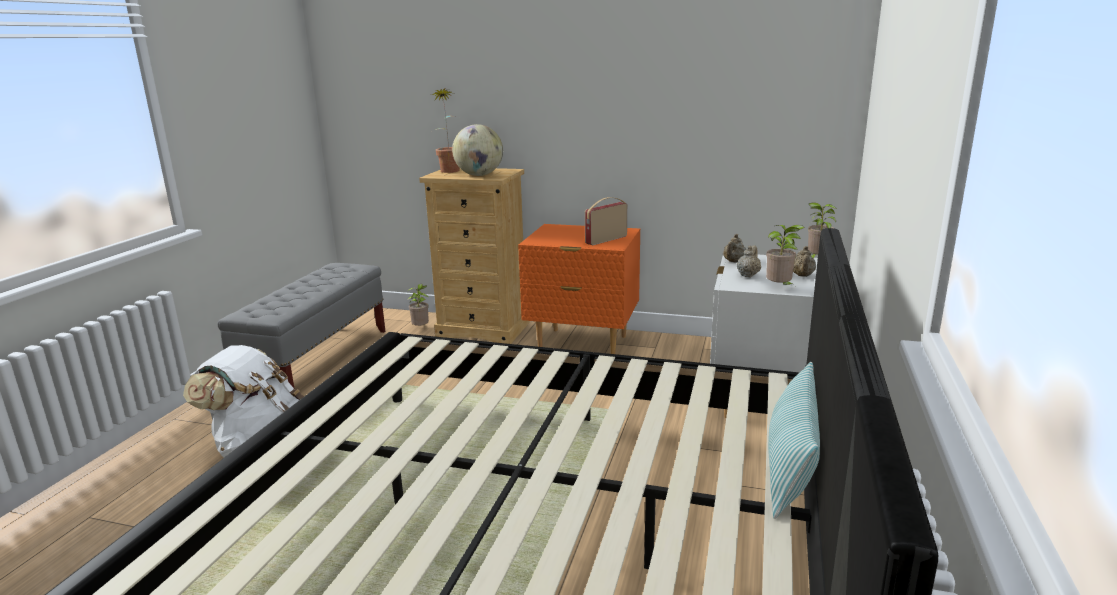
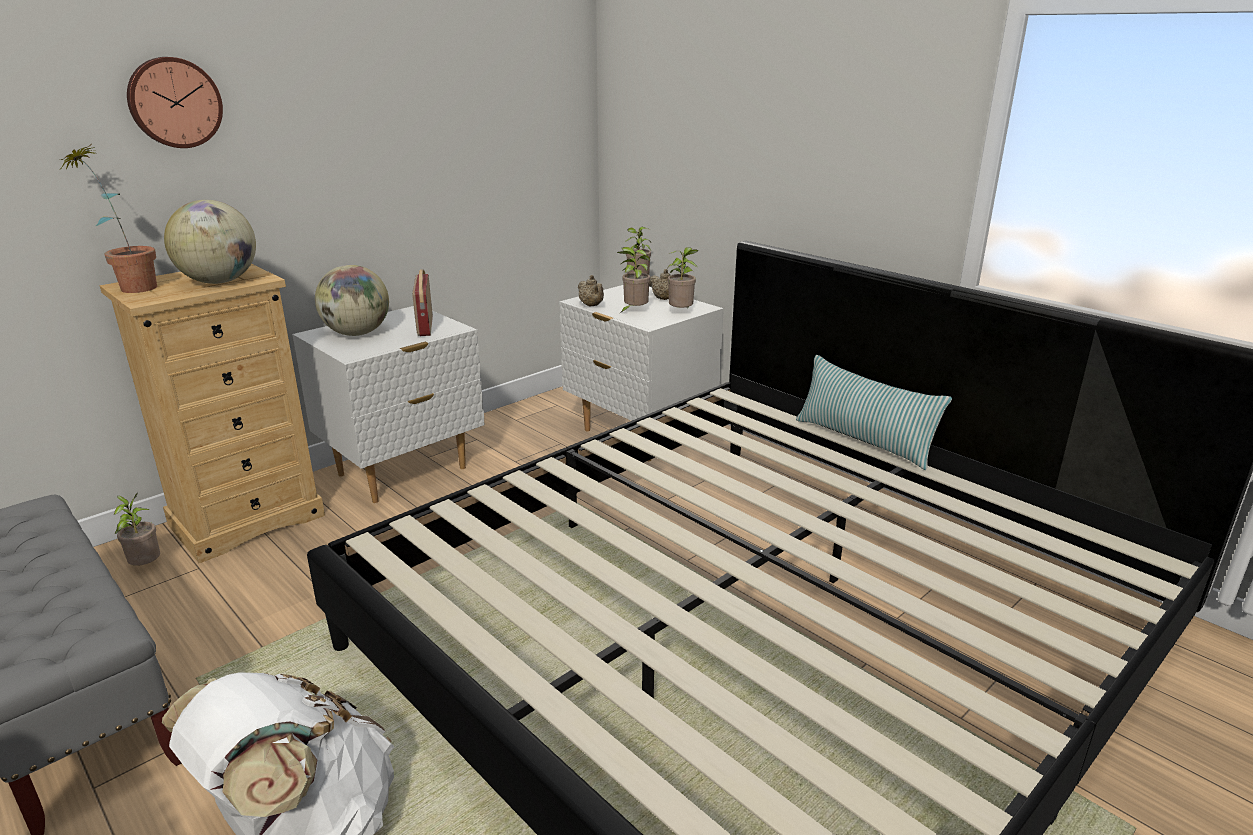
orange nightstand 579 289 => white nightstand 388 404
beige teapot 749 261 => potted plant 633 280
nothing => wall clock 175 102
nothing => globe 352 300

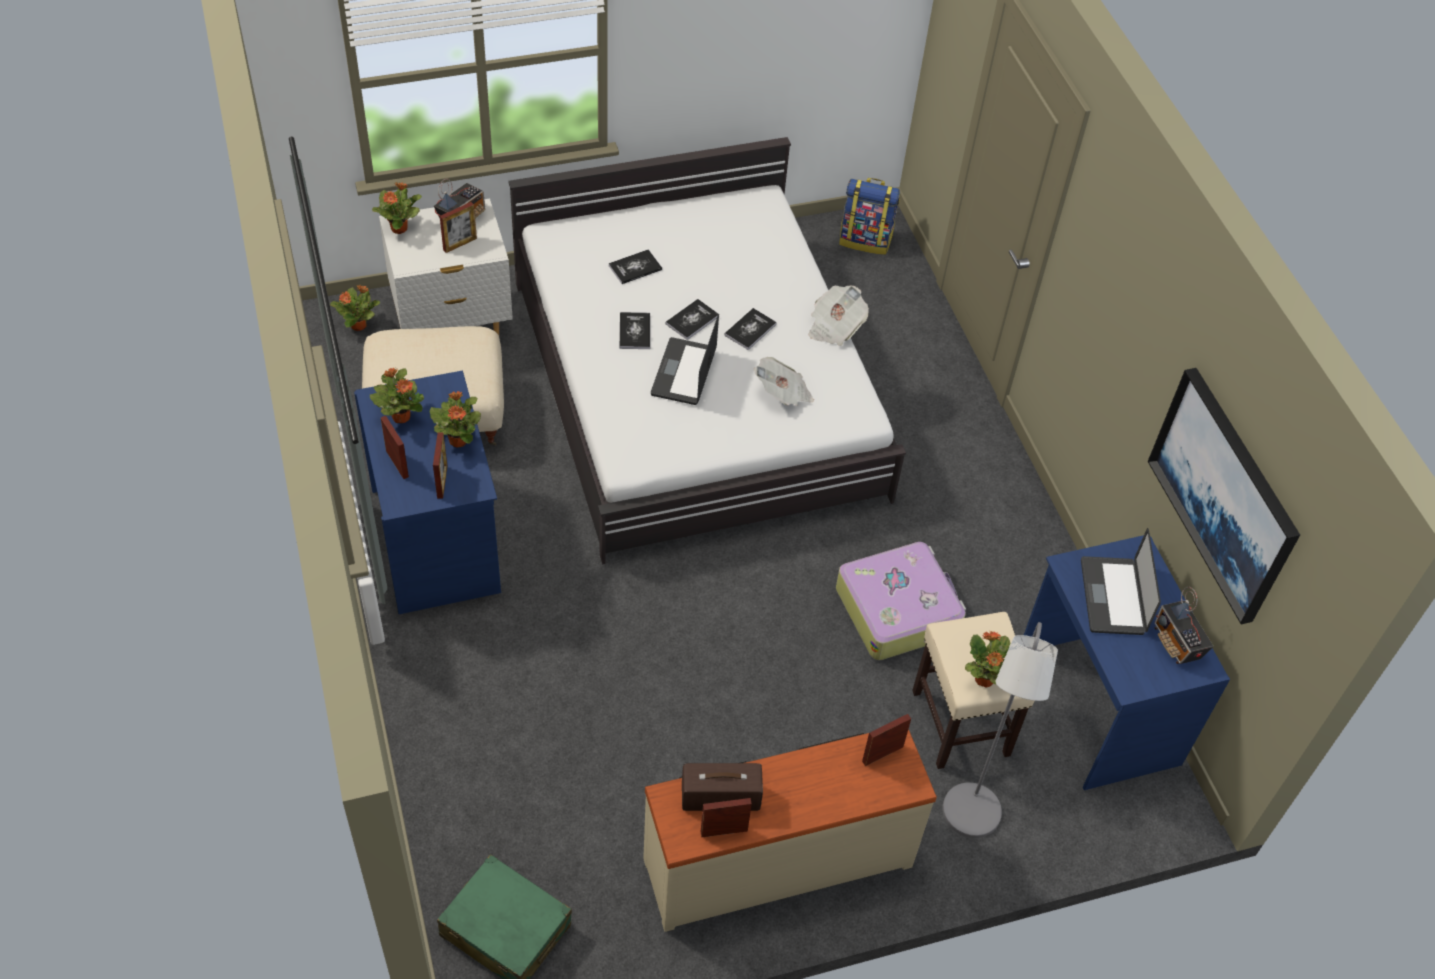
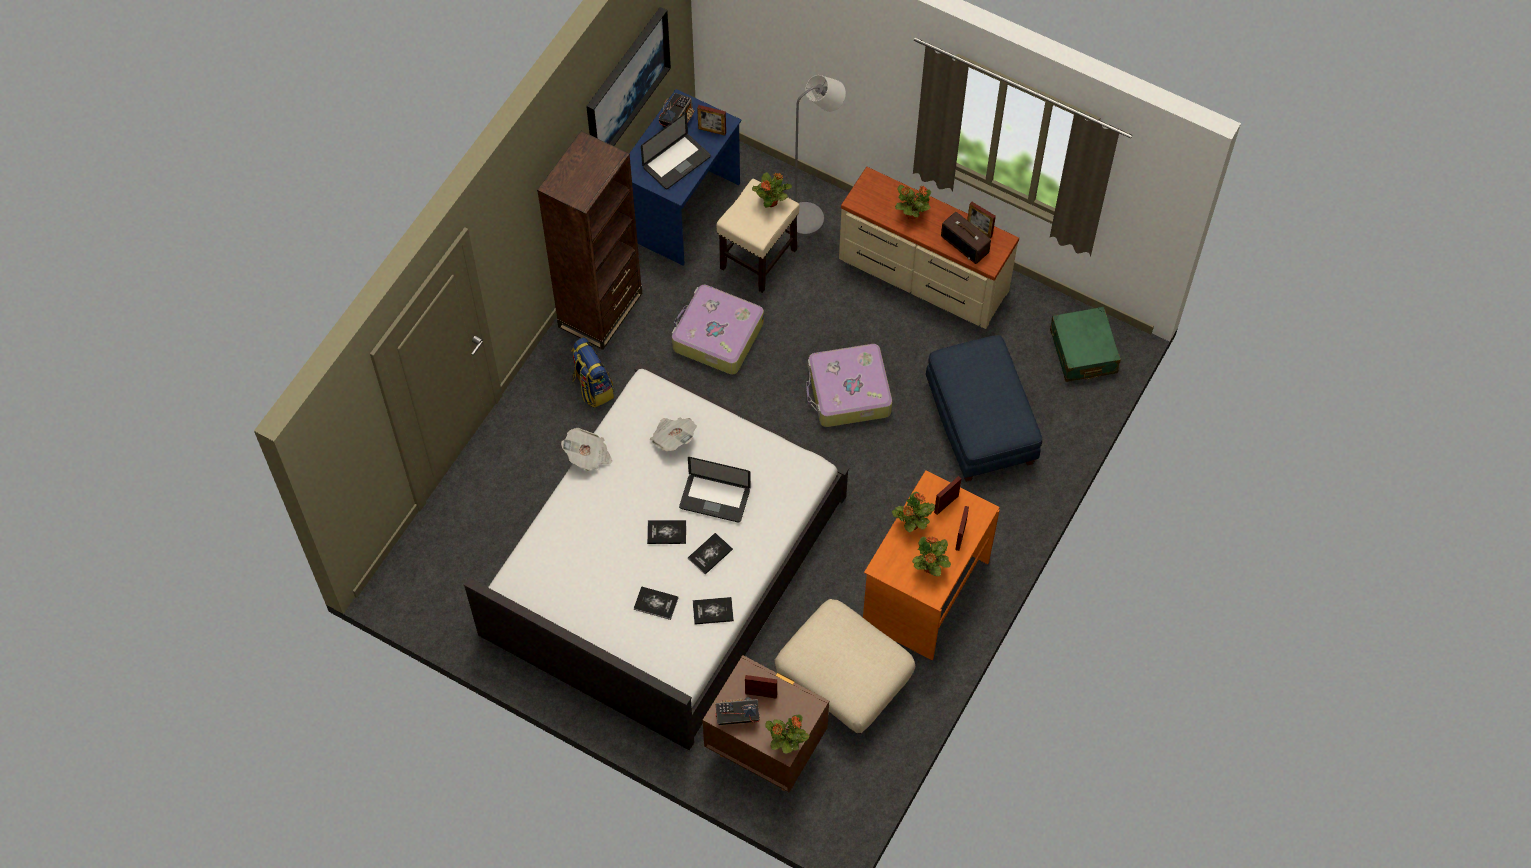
potted plant 355 307 => potted plant 913 202, shifted
blue desk 427 492 => orange desk 931 565
white nightstand 446 267 => brown nightstand 766 723
laptop 685 360 => laptop 715 490, 45 degrees clockwise
book 750 329 => book 713 611, shifted
backpack 869 216 => backpack 592 373, shifted
picture frame 886 740 => picture frame 711 120, shifted
nothing => brown bookcase 589 240
nothing => suitcase 849 385
nothing => blue ottoman 984 408

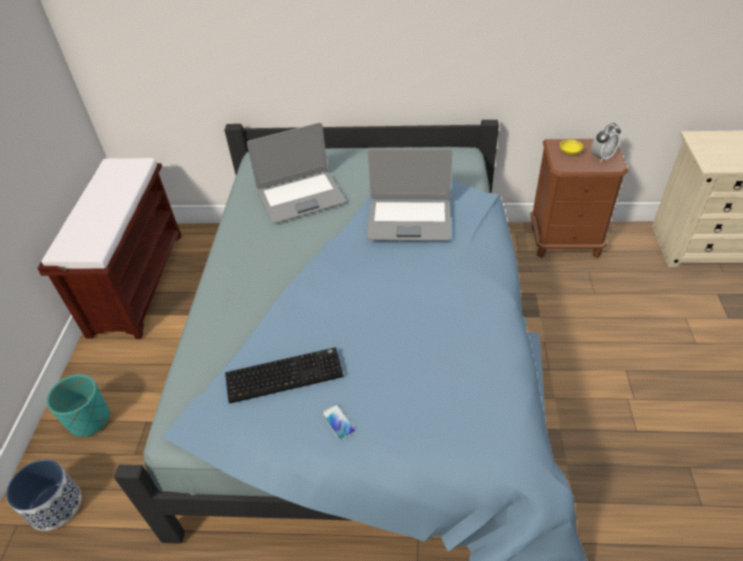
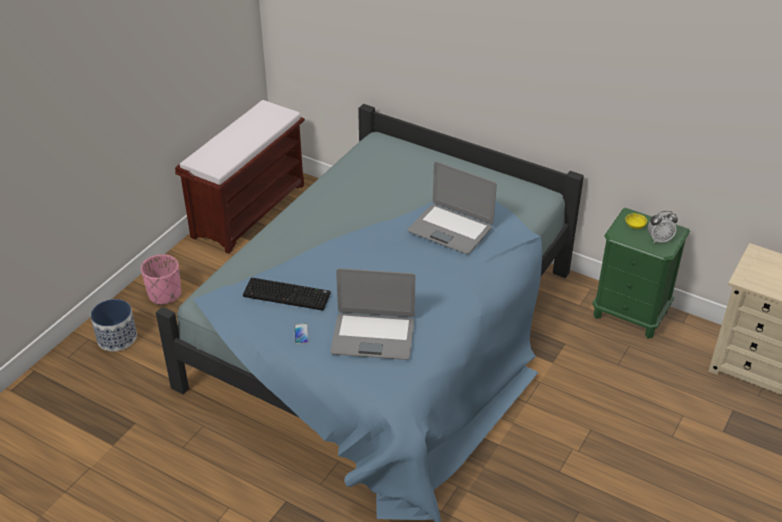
turquoise planter 78 405 => pink planter 161 279
laptop 296 173 => laptop 372 314, shifted
brown nightstand 579 198 => green nightstand 641 273

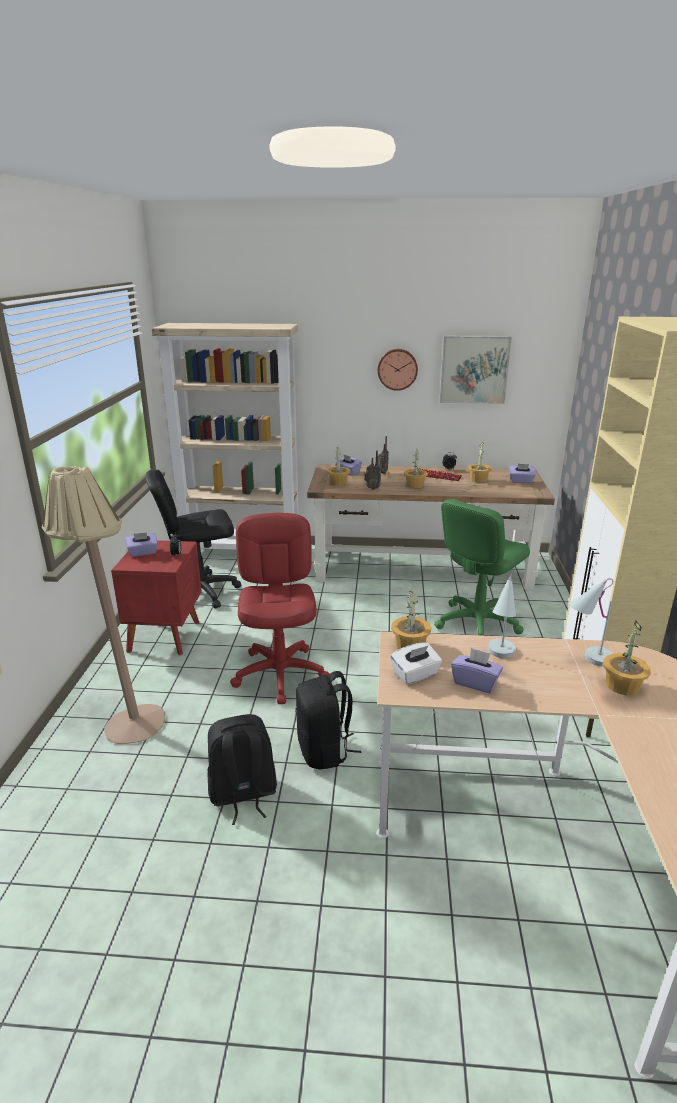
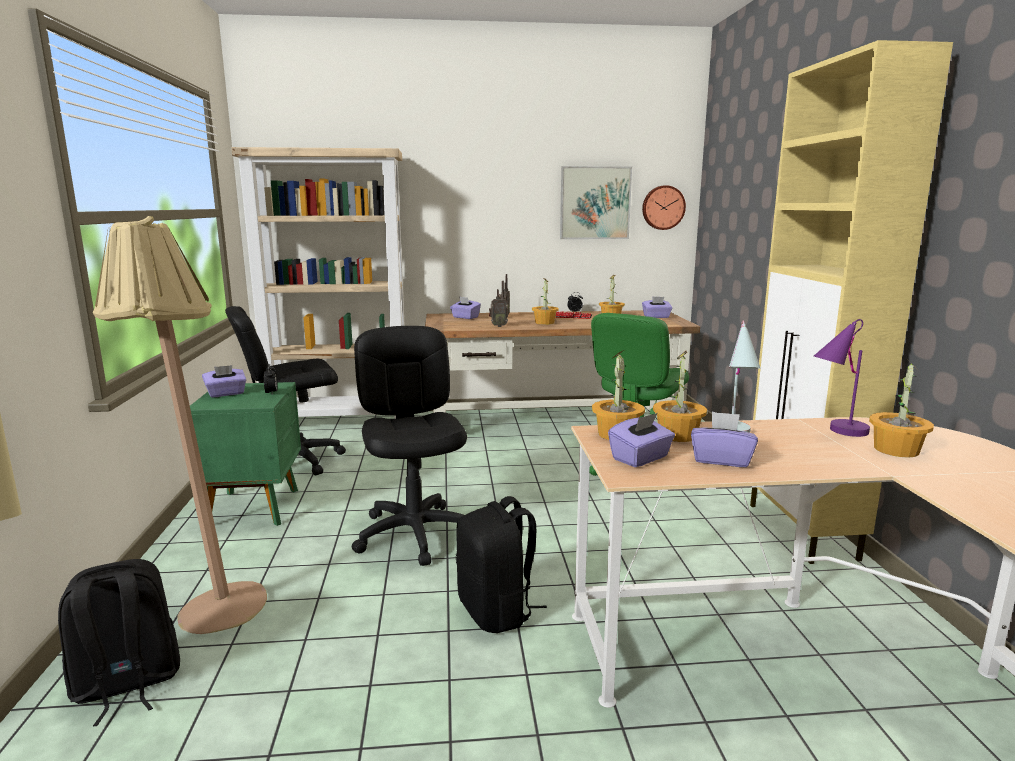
red nightstand 156 597 => green nightstand 245 454
black backpack 242 769 => black backpack 119 642, shifted
red office chair 280 608 => black office chair 409 446
potted plant 338 465 => potted plant 680 396, shifted
wall clock 398 370 => wall clock 664 207, shifted
white tissue box 416 664 => purple tissue box 641 440
white table lamp 591 622 => purple table lamp 842 378

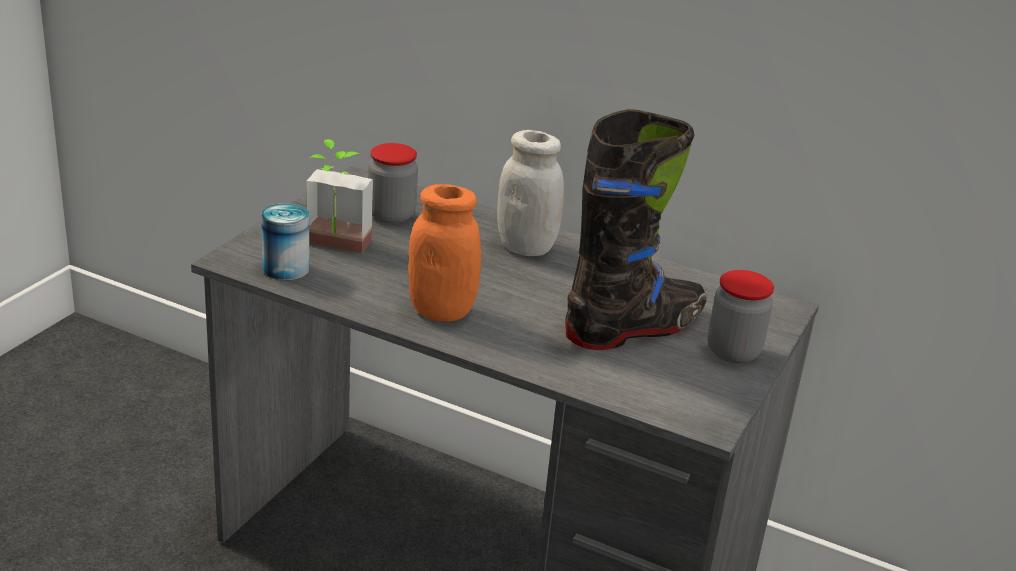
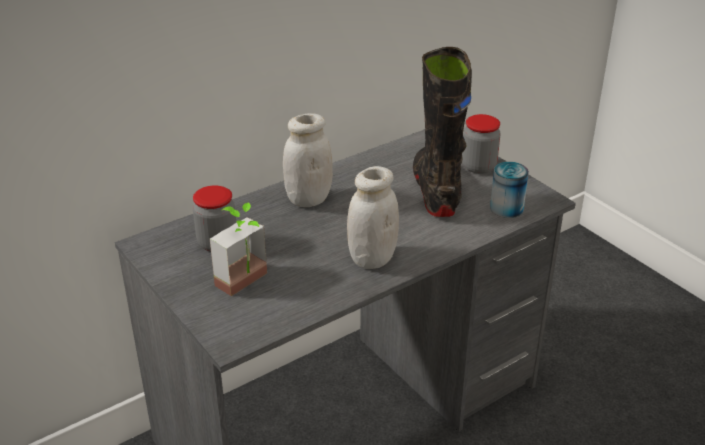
can 285 242 => can 509 190, shifted
orange jar 444 253 => white jar 373 217

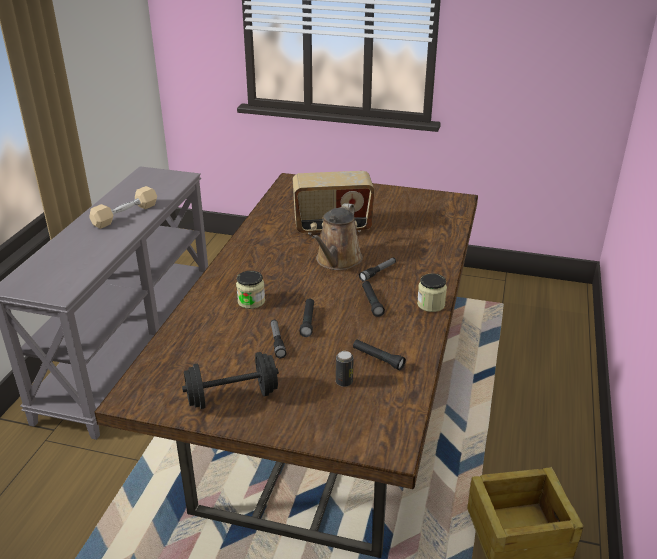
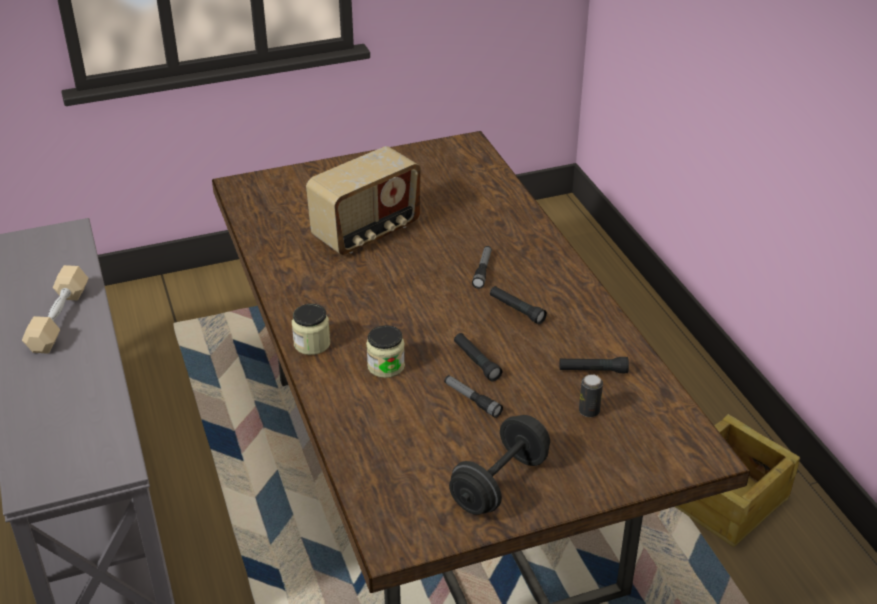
brown watering can 337 236 => nothing
jar 432 293 => jar 311 329, shifted

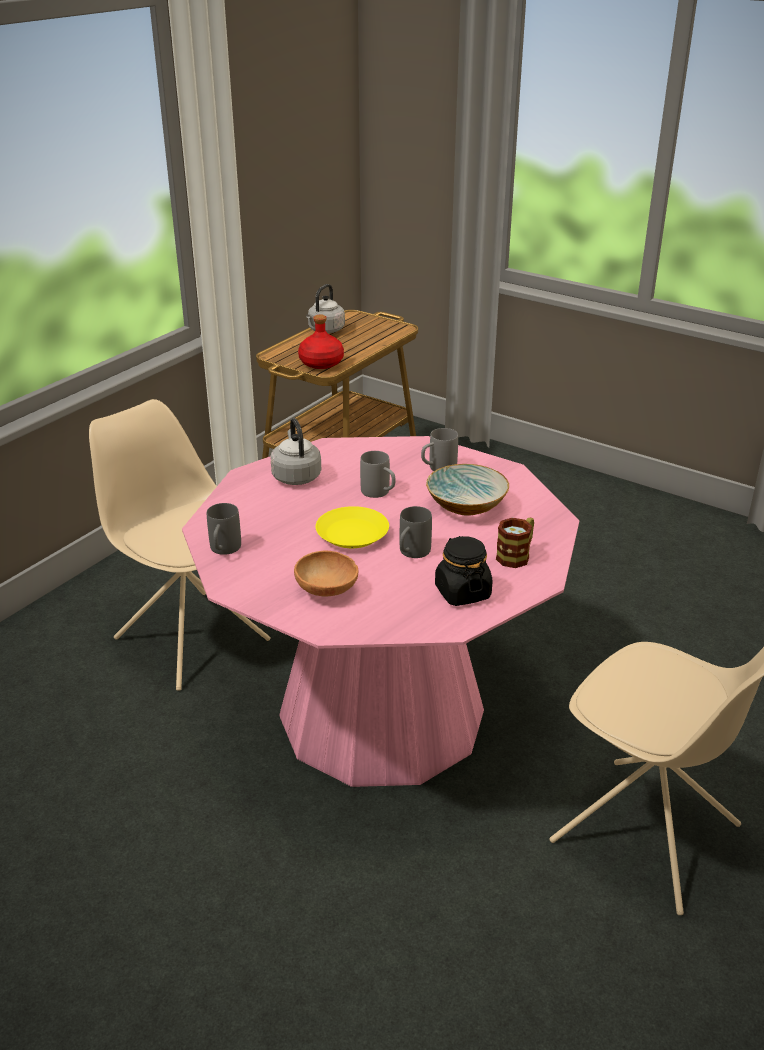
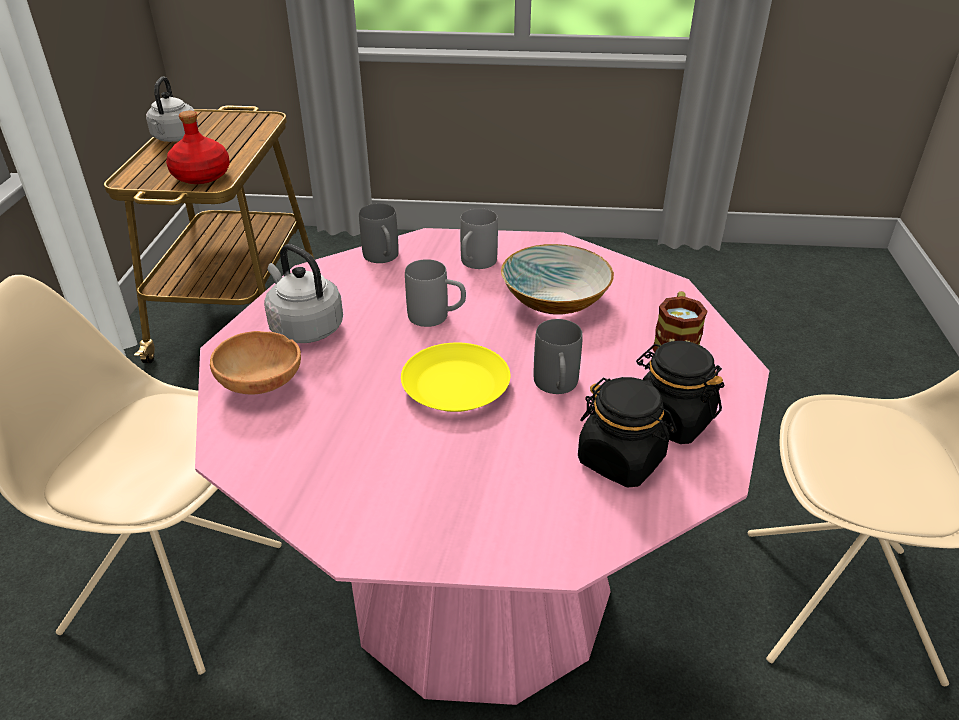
grey mug 224 529 => grey mug 379 233, shifted
brown bowl 326 573 => brown bowl 255 363, shifted
nothing => black jar 627 432

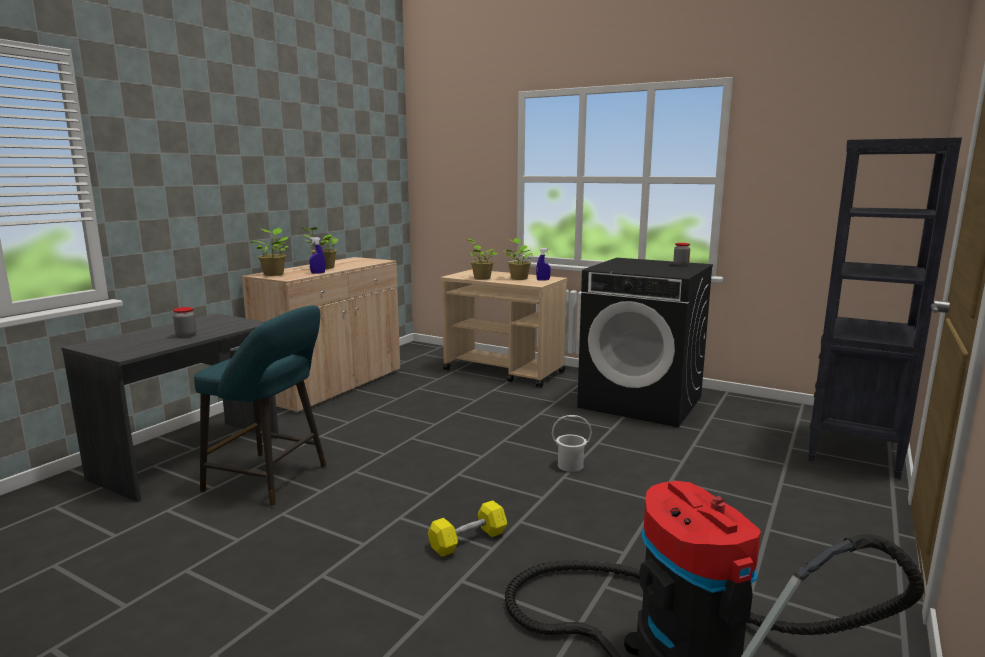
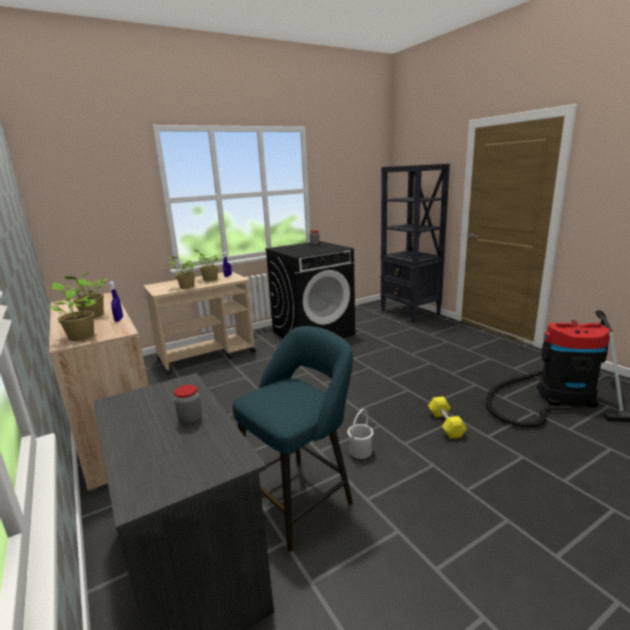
white bucket 572 443 => white bucket 360 434, shifted

